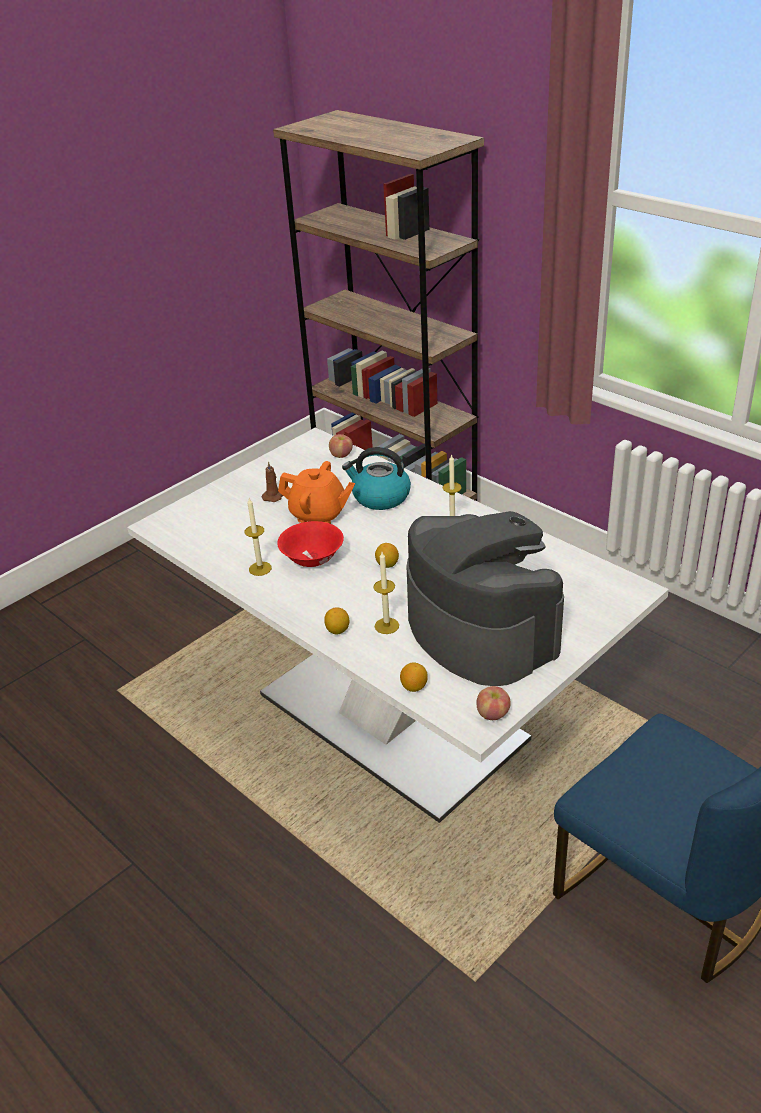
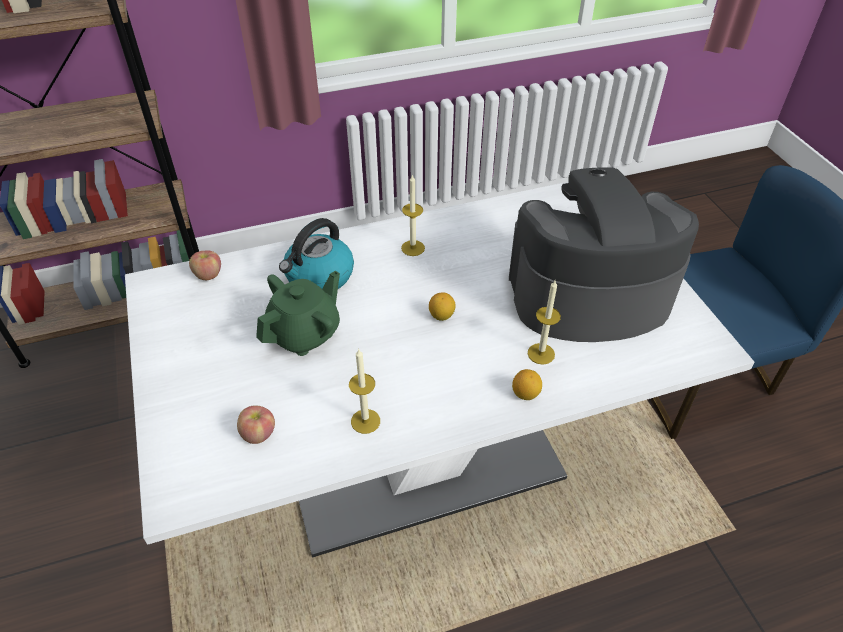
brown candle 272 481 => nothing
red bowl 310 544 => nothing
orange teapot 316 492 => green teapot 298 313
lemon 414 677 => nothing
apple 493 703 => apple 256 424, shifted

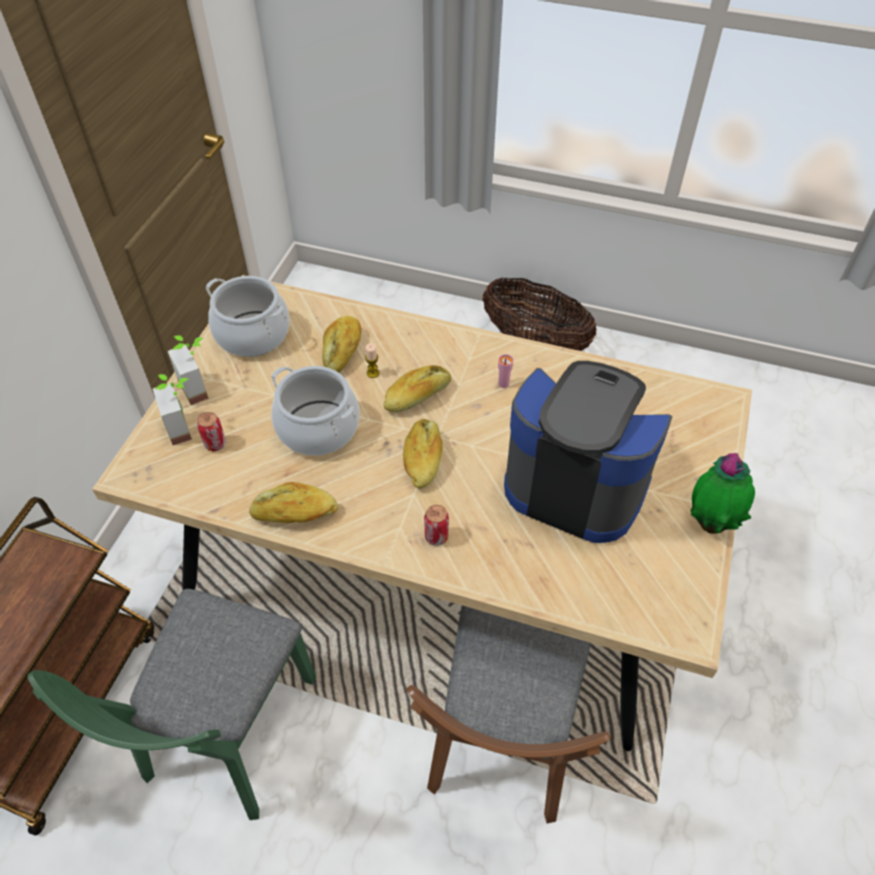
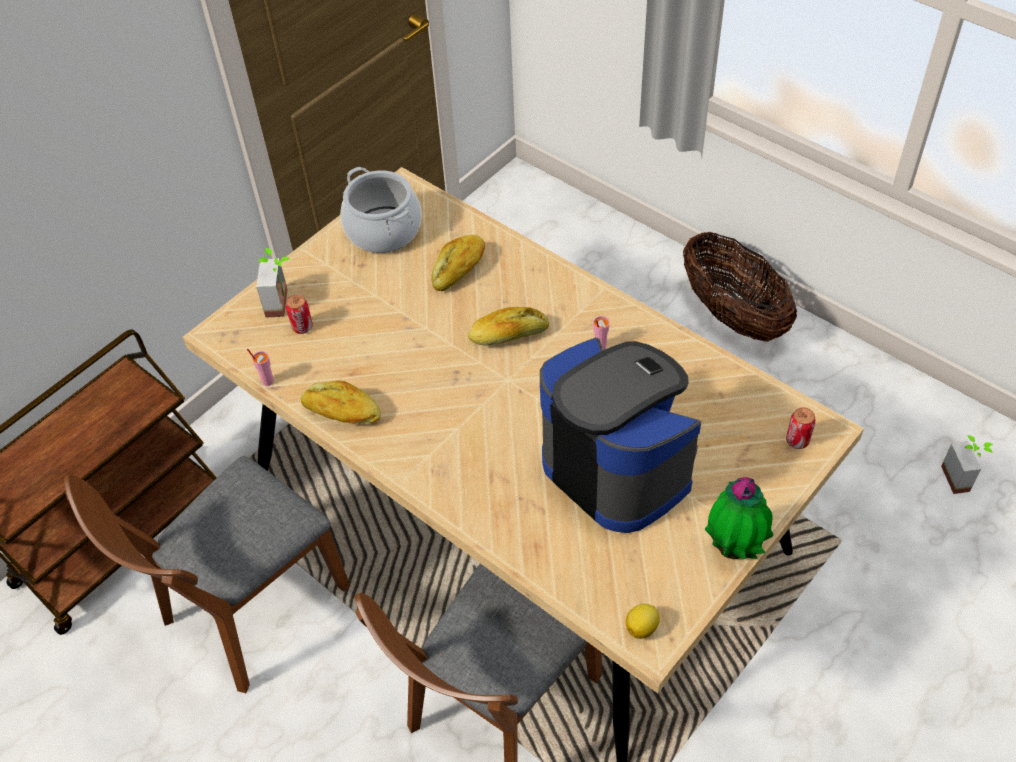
green chair 172 704 => brown chair 207 574
potted plant 188 370 => potted plant 967 464, shifted
cooking pot 315 411 => nothing
candle 372 360 => nothing
bread 423 453 => nothing
can 436 525 => can 801 428, shifted
nothing => pink cup 260 367
nothing => lemon 643 621

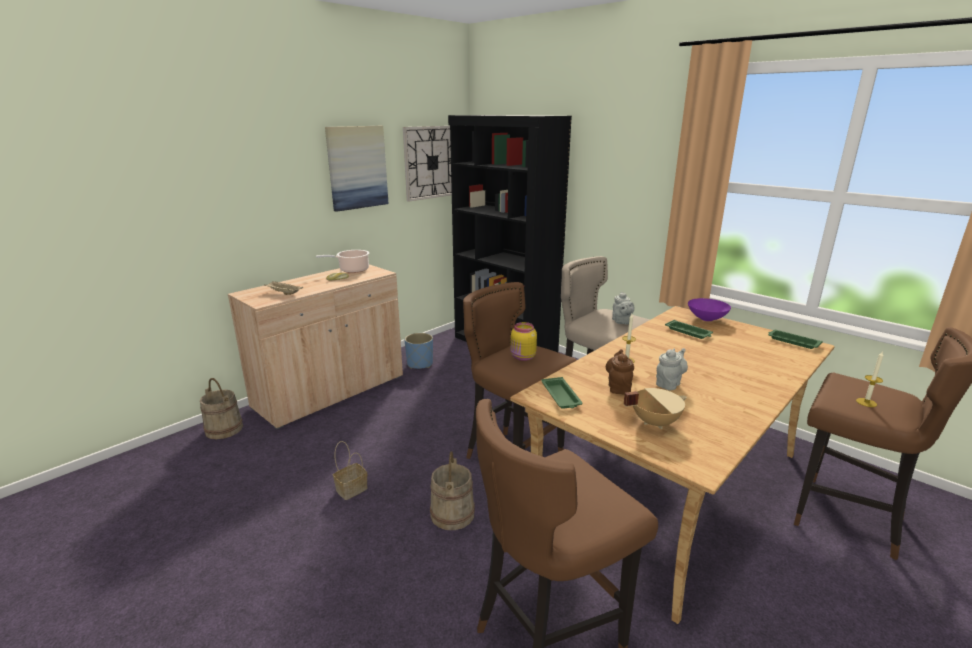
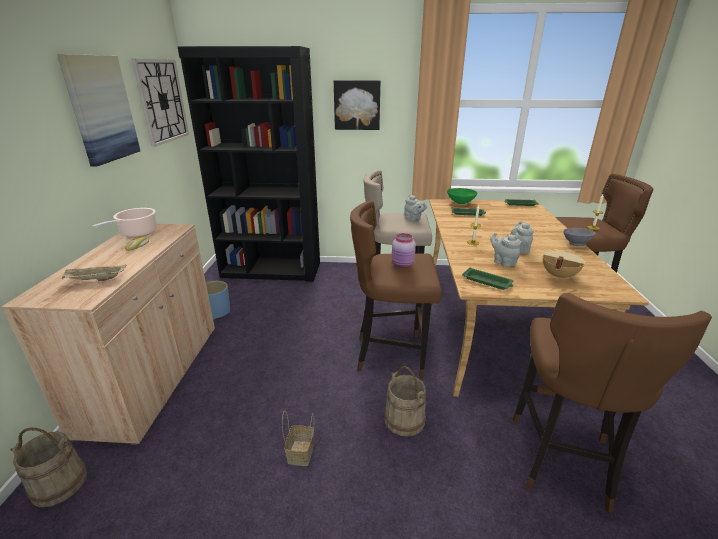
yellow jar 524 341 => pink jar 404 250
brown teapot 620 372 => grey teapot 505 250
purple bowl 709 309 => green bowl 462 196
nothing => picture 357 105
nothing => grey bowl 579 237

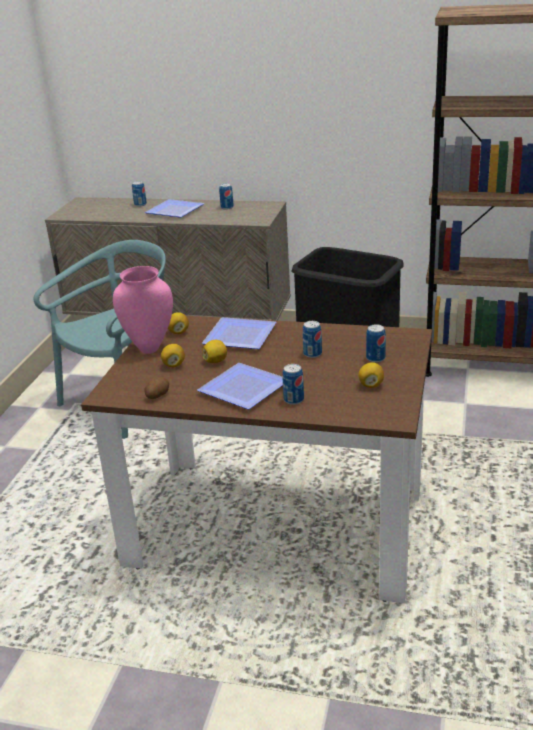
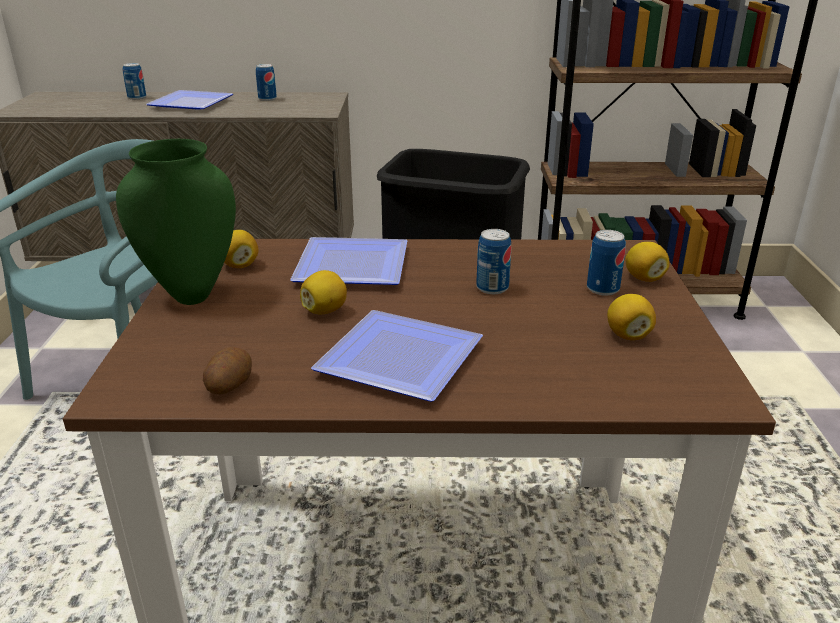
pink vase 143 310 => green vase 176 222
lemon 173 355 => lemon 648 262, shifted
can 293 384 => nothing

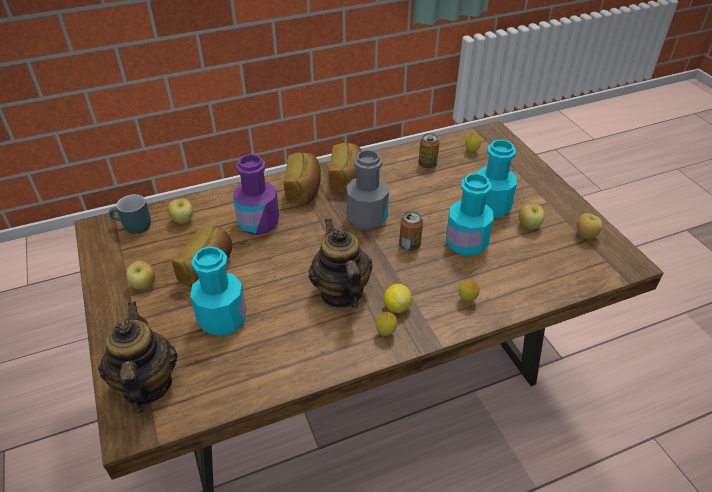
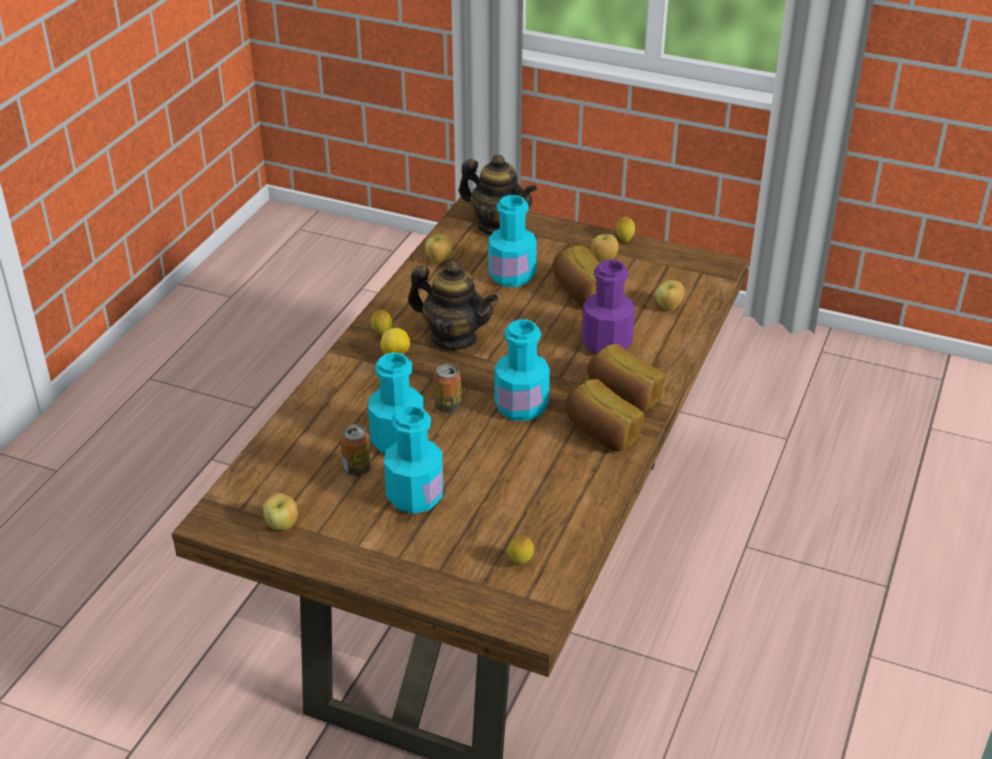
turquoise mug 130 214 => nothing
grey bottle 367 190 => turquoise bottle 522 370
can 429 151 => can 355 450, shifted
lemon 469 291 => lemon 625 229, shifted
apple 532 216 => apple 439 248, shifted

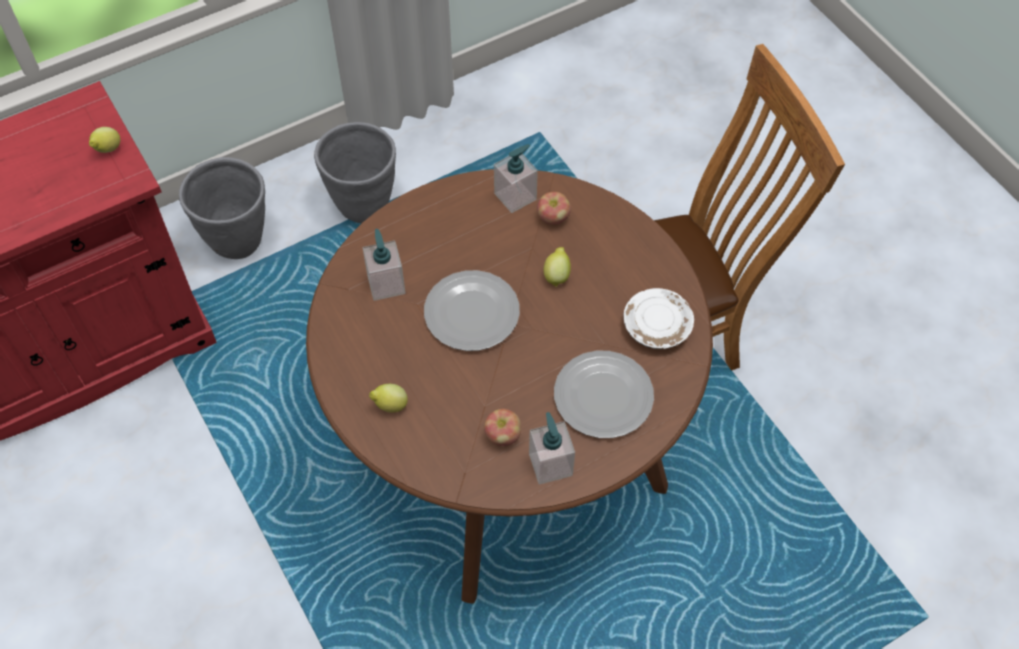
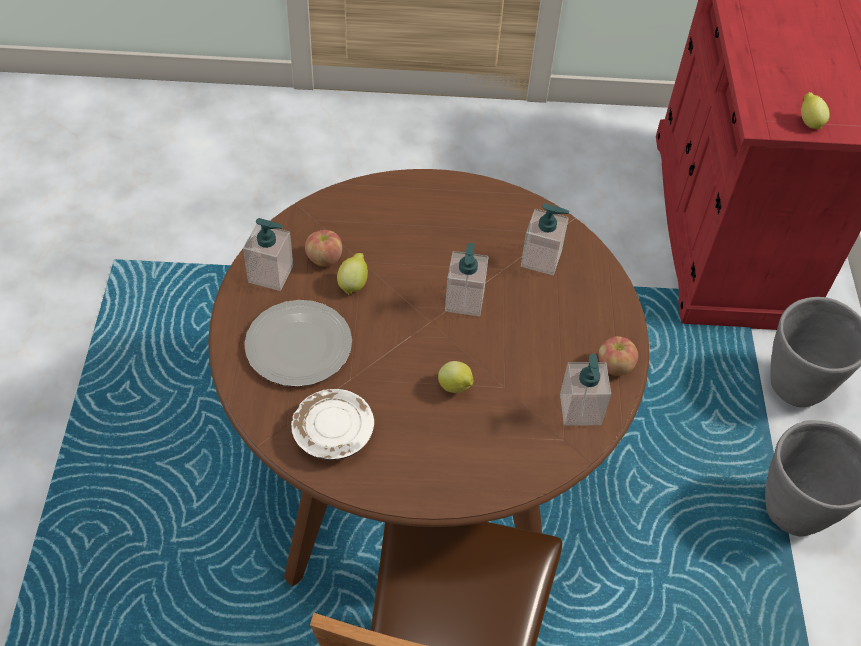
lemon 388 398 => lemon 352 274, shifted
plate 472 310 => soap dispenser 466 279
apple 554 208 => apple 618 356, shifted

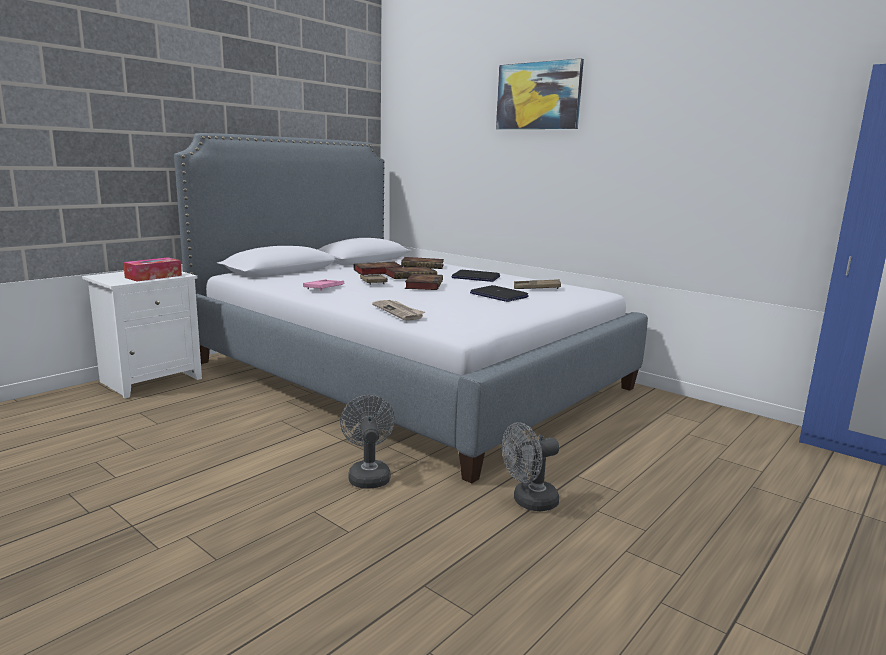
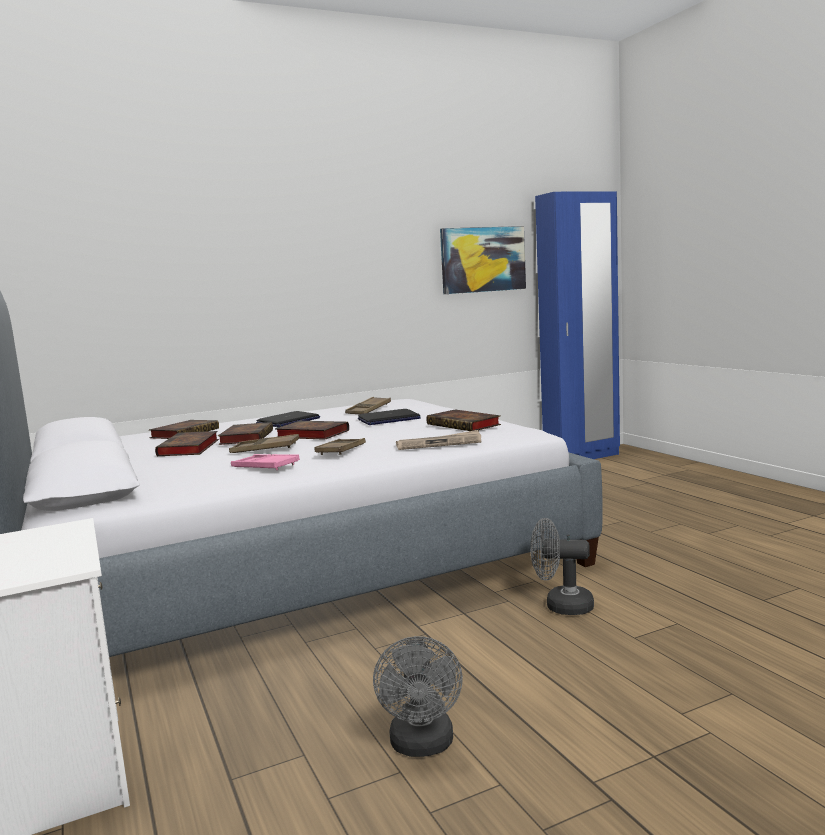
tissue box 152 269 => nothing
picture 540 93 => picture 483 260, shifted
grey fan 530 466 => grey fan 418 696, shifted
nothing => brown tray 340 446
nothing => book 463 420

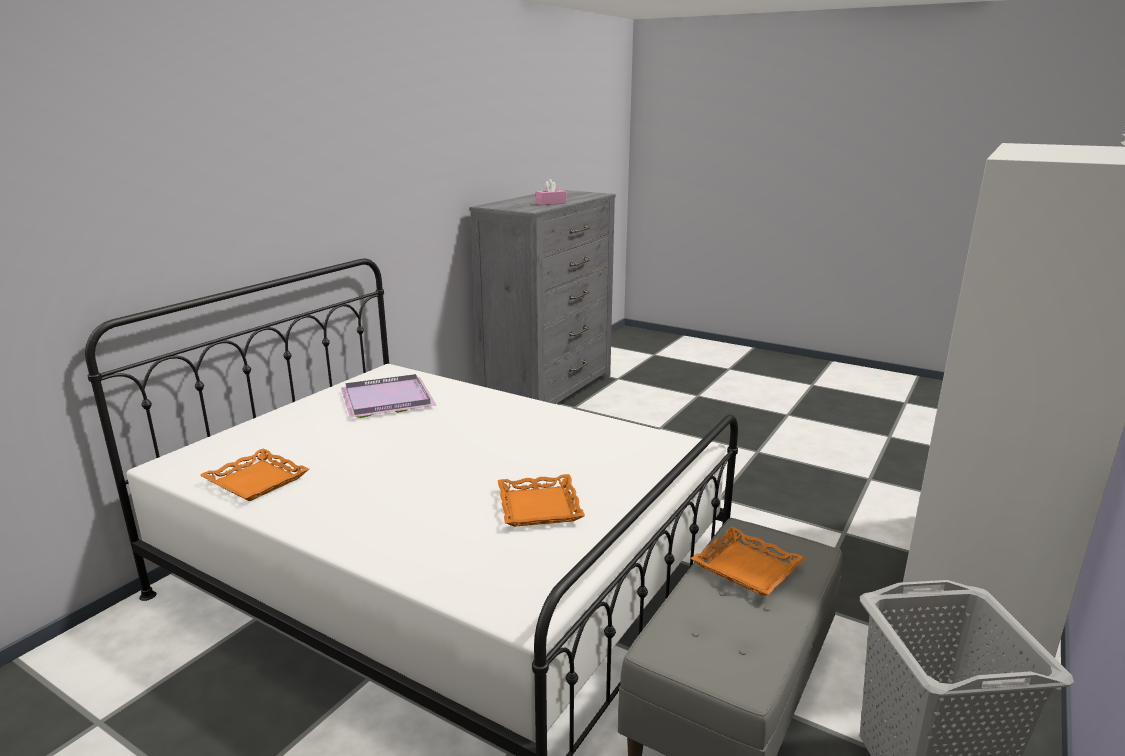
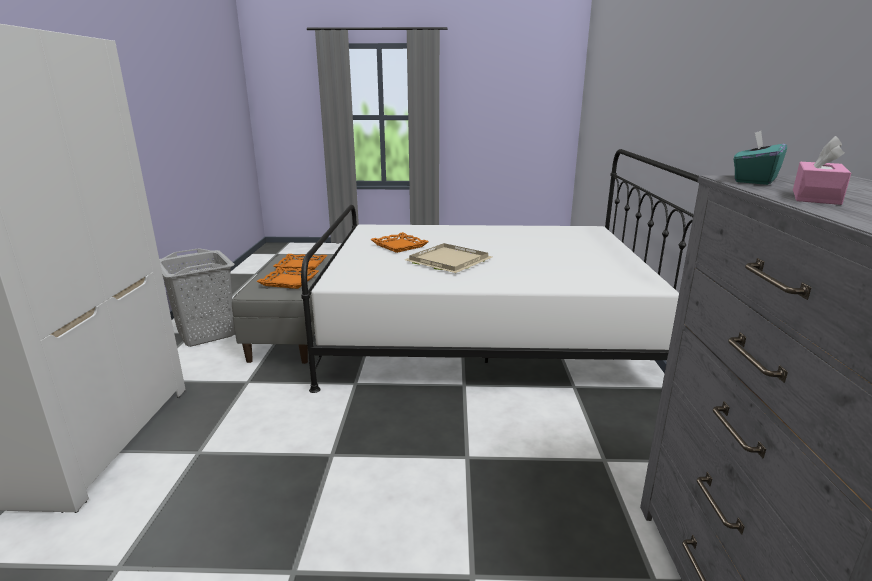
orange tray 254 475 => orange tray 300 262, shifted
purple tray 388 396 => nothing
nothing => beige tray 448 258
nothing => turquoise tissue box 760 158

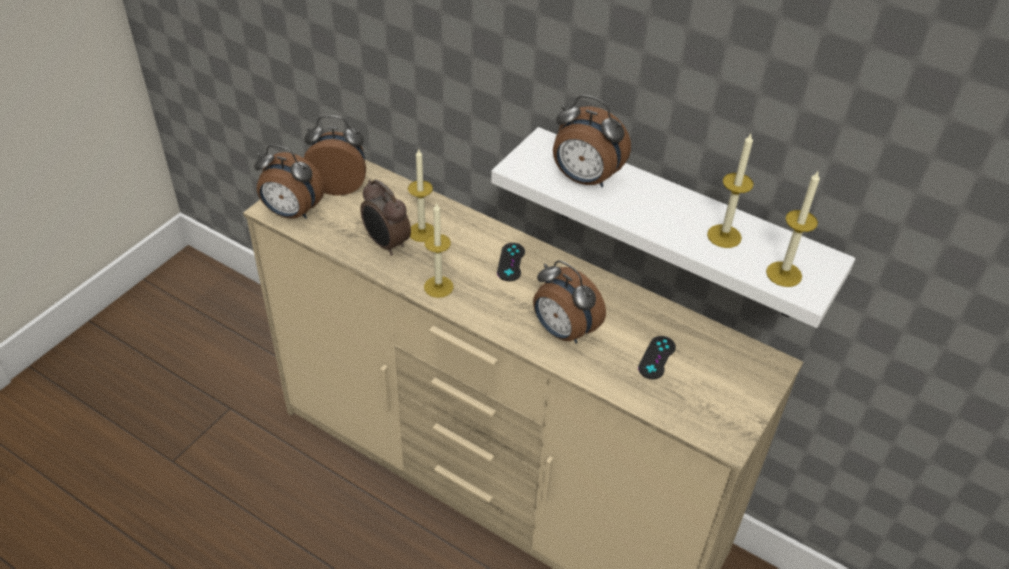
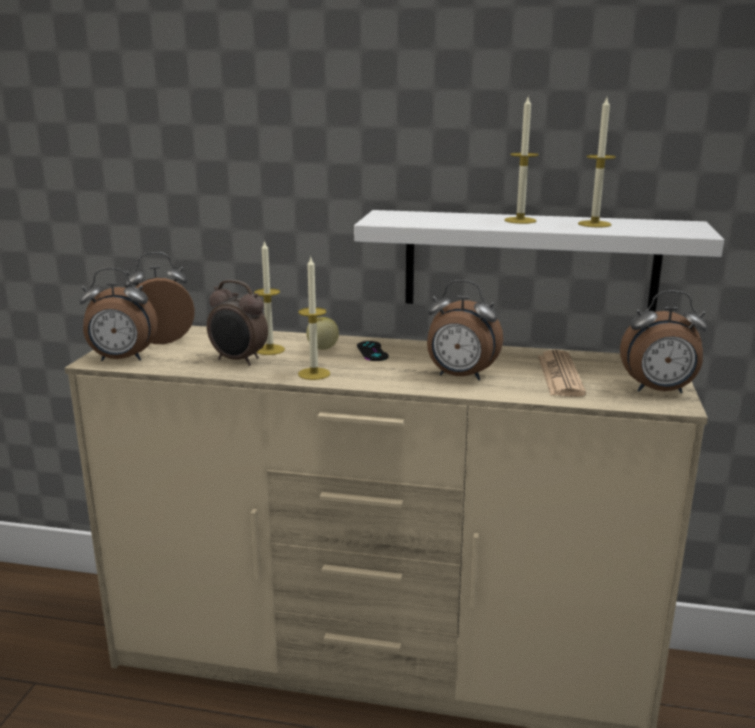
alarm clock 592 141 => alarm clock 664 341, shifted
black game controller 657 357 => newspaper 562 373
candle 793 229 => candle 521 160, shifted
nothing => apple 322 333

